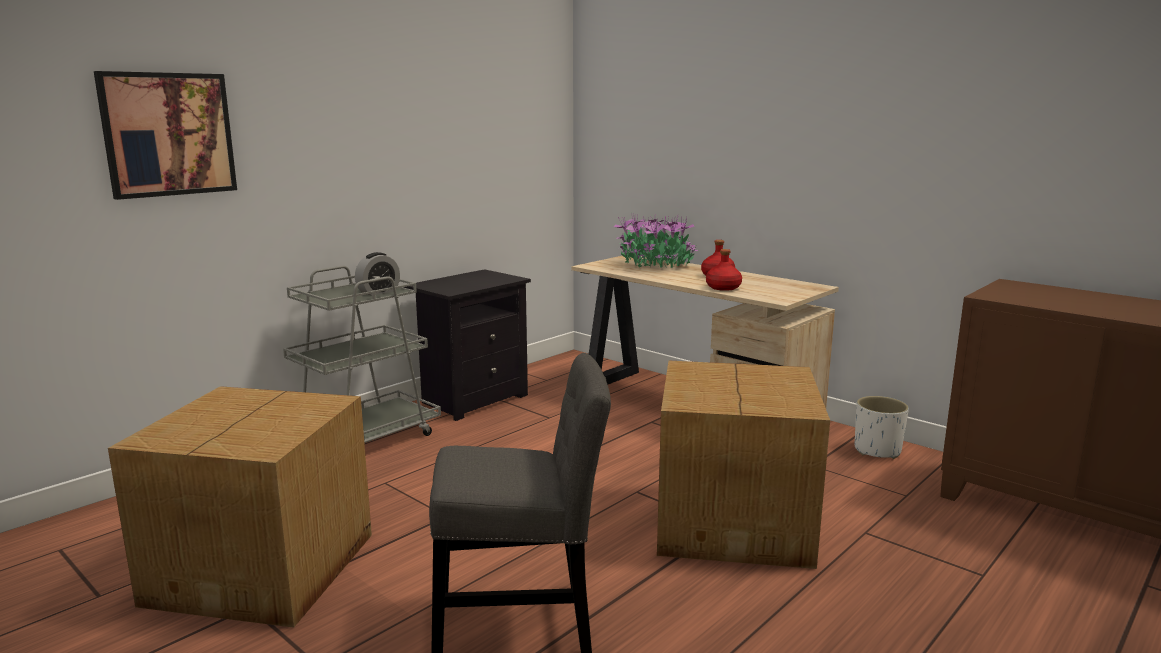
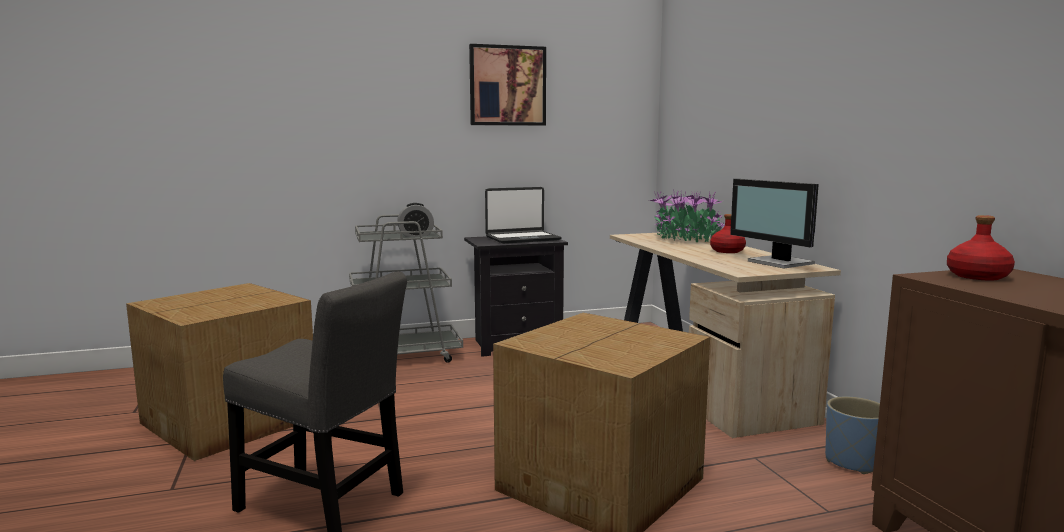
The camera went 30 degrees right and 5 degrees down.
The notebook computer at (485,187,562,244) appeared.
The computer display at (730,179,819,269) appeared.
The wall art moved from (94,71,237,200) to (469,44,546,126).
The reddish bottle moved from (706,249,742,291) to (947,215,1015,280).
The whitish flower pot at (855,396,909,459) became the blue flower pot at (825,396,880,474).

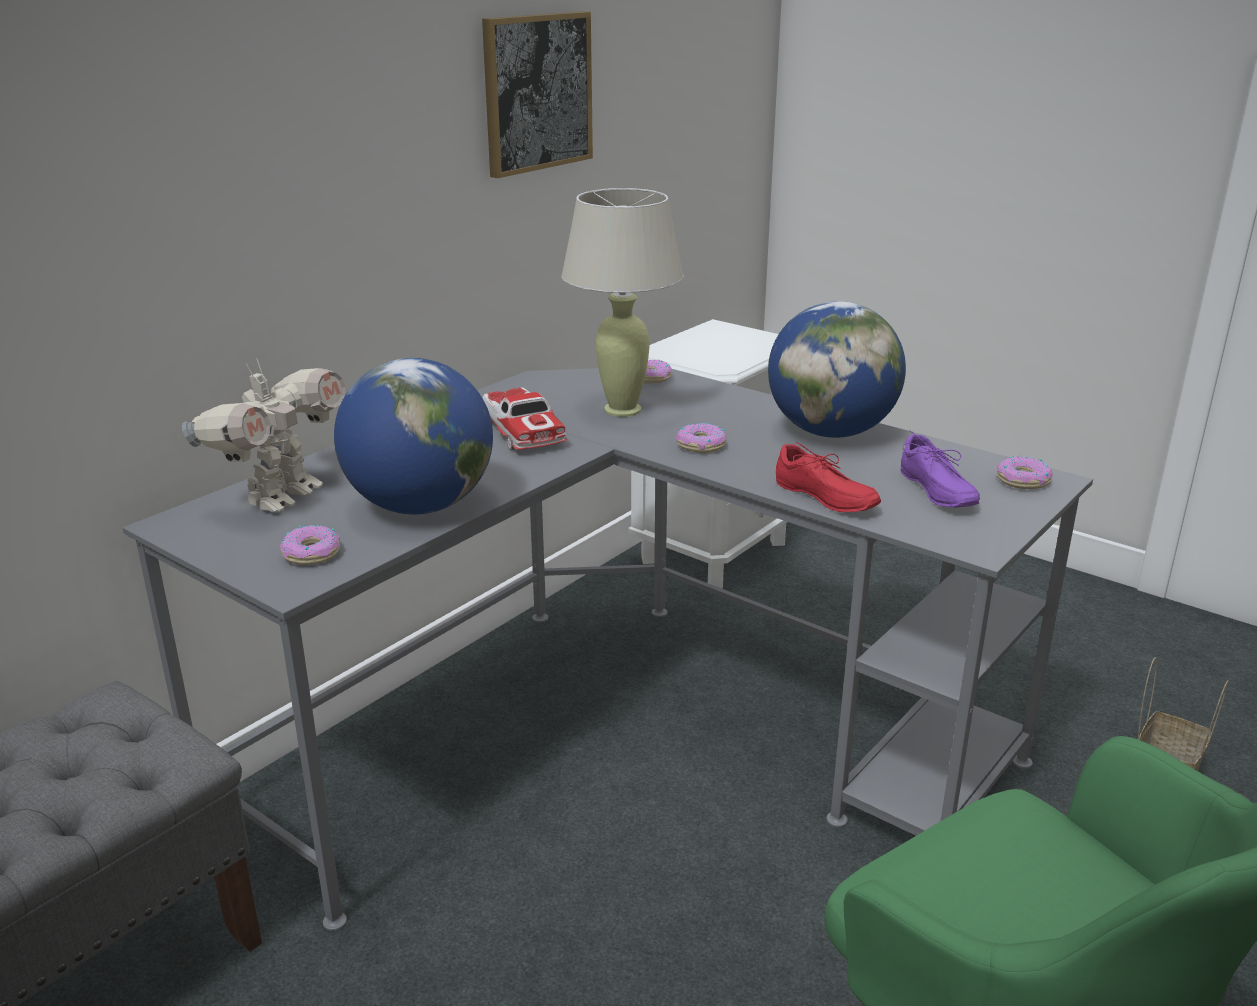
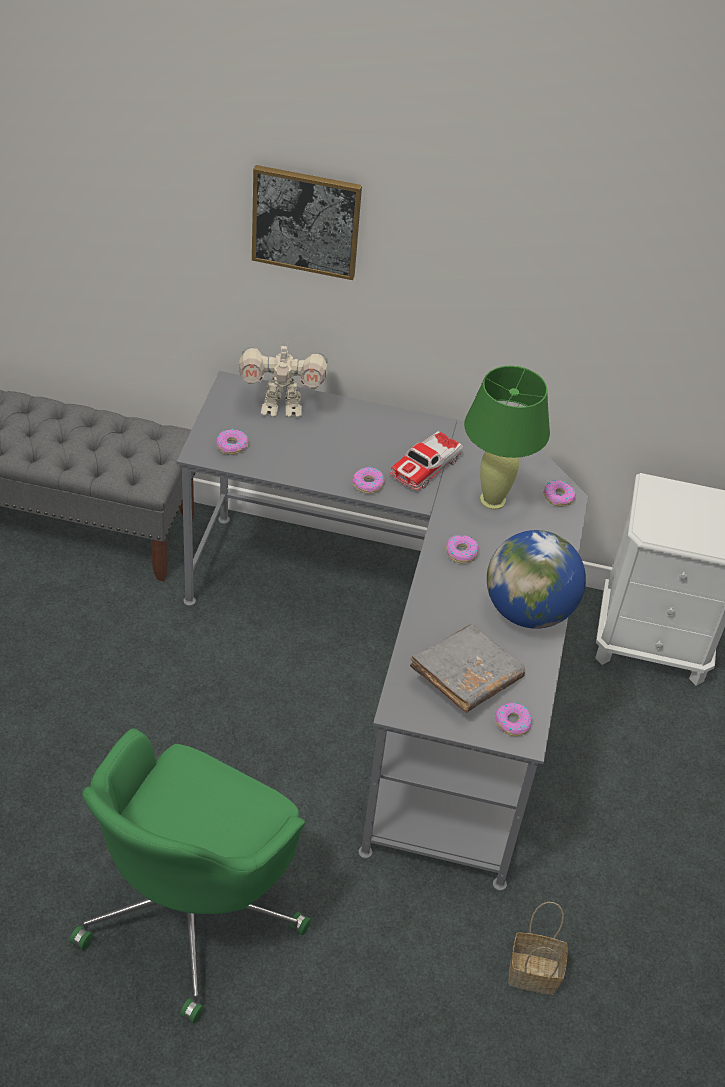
The camera went 60 degrees right and 20 degrees up.
The globe at (334,358,493,514) disappeared.
The reddish item of footwear at (776,442,881,512) disappeared.
The ring doughnut at (352,466,385,494) appeared.
The wall art moved from (482,11,593,178) to (252,165,362,280).
The purple item of footwear at (901,430,980,507) was replaced by the greyish book at (410,624,525,712).
The beige-coloured tabletop lamp at (562,188,684,417) became the green-coloured tabletop lamp at (464,366,550,510).

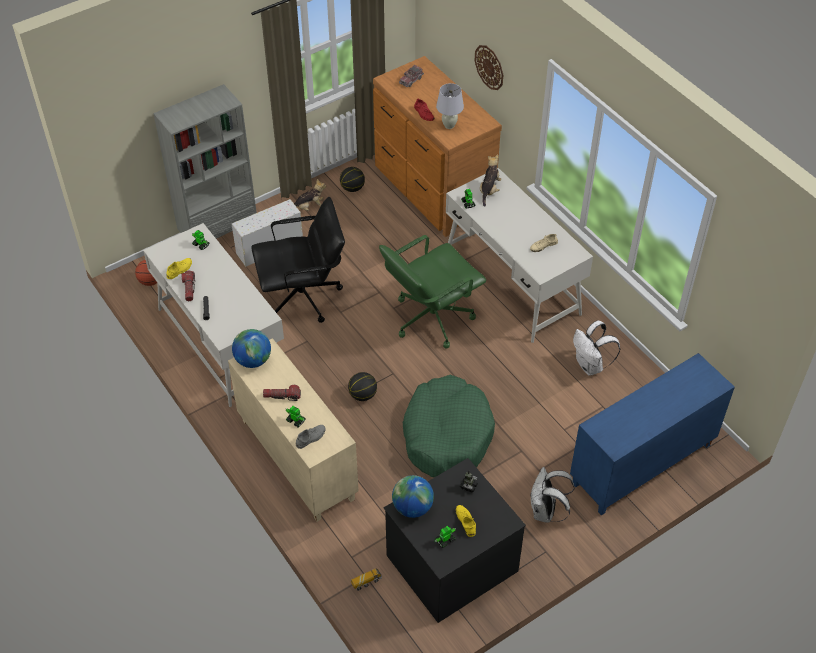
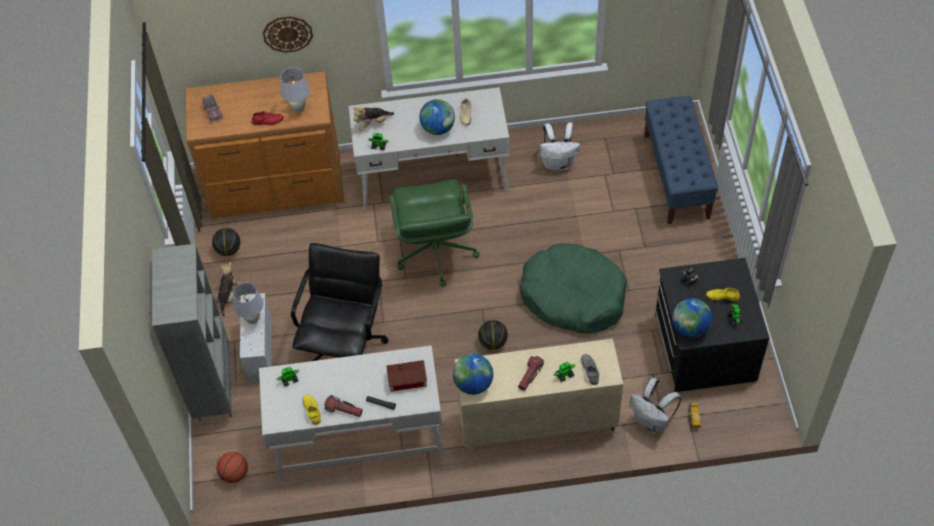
The camera went 60 degrees left and 5 degrees up.
The whitish tabletop lamp at (233,283,264,324) appeared.
The miniature house at (386,360,427,392) appeared.
The globe at (419,99,455,135) appeared.
The whitish backpack moved from (530,467,574,523) to (629,378,681,434).
The blue storage cabinet at (570,353,735,515) was replaced by the blue long seat at (644,96,718,224).
The plush toy at (480,154,502,207) turned 75 degrees counterclockwise.

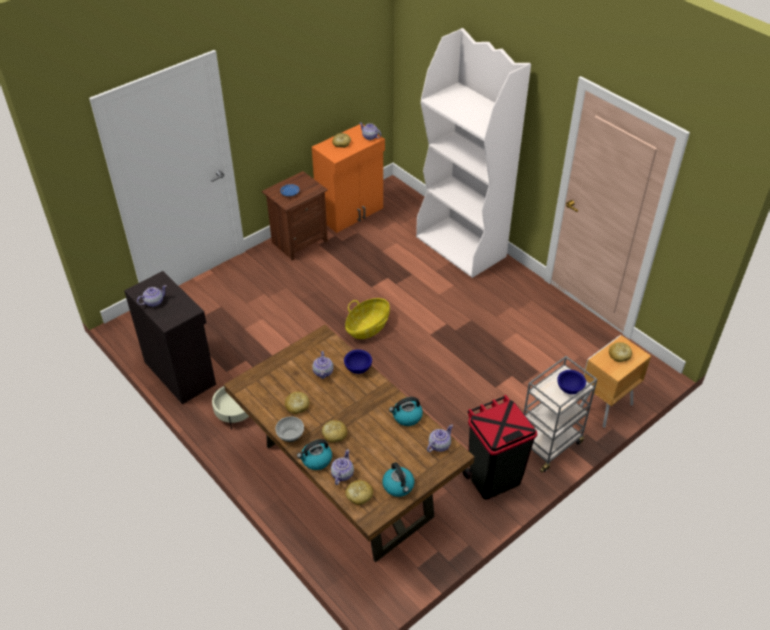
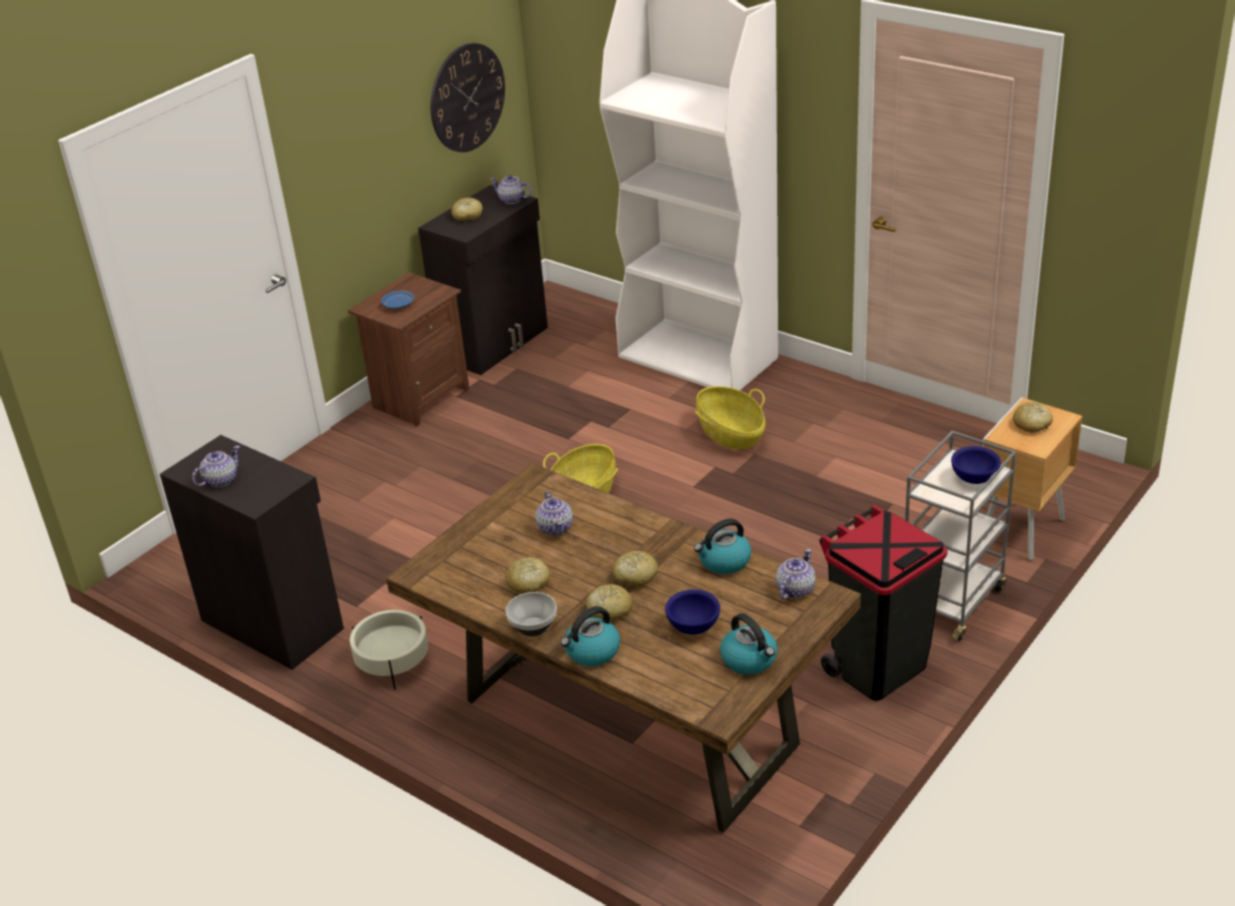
The camera went 10 degrees left and 10 degrees down.
The teapot at (331,449,354,485) disappeared.
The clock on the wall at (431,43,505,152) appeared.
The basket at (695,386,766,449) appeared.
The blue serving bowl moved from (344,349,372,374) to (665,589,720,634).
The bread moved from (345,480,373,505) to (613,551,658,587).
The orange-coloured storage cabinet at (312,124,385,233) became the blackish storage cabinet at (418,185,548,375).

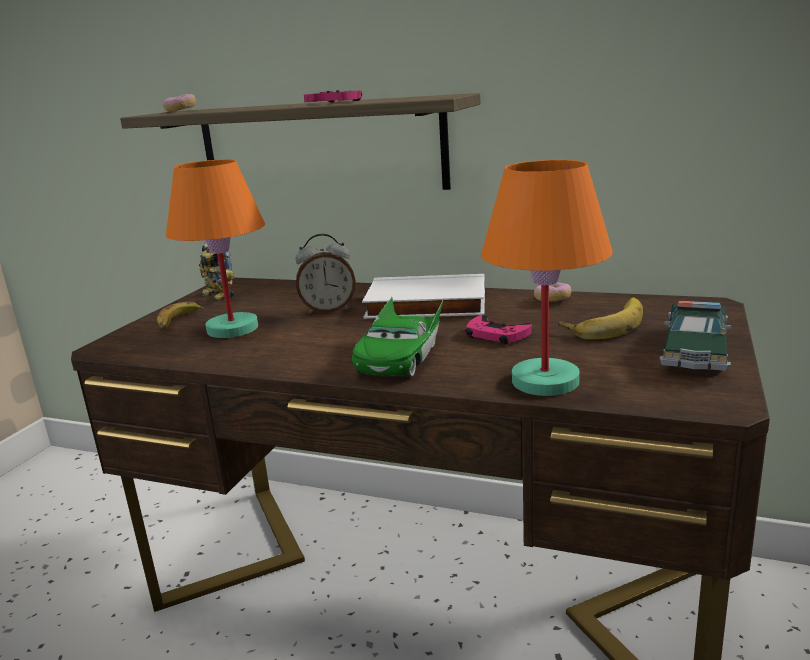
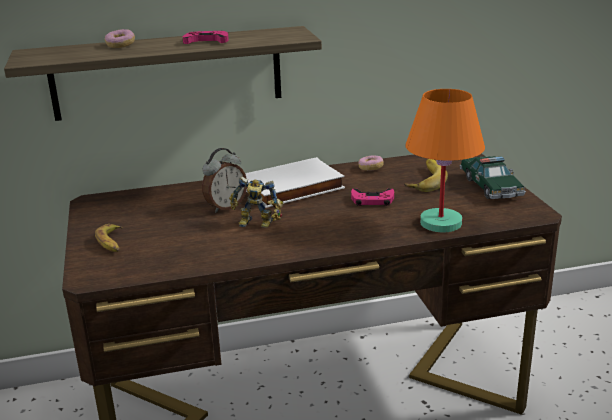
The camera went 35 degrees left and 5 degrees up.
The orange-coloured tabletop lamp at (166,160,265,338) disappeared.
The green-coloured toy car at (352,297,444,377) disappeared.
The ring doughnut moved from (163,94,196,112) to (105,29,135,48).
The toy robot moved from (199,242,235,300) to (229,177,283,228).

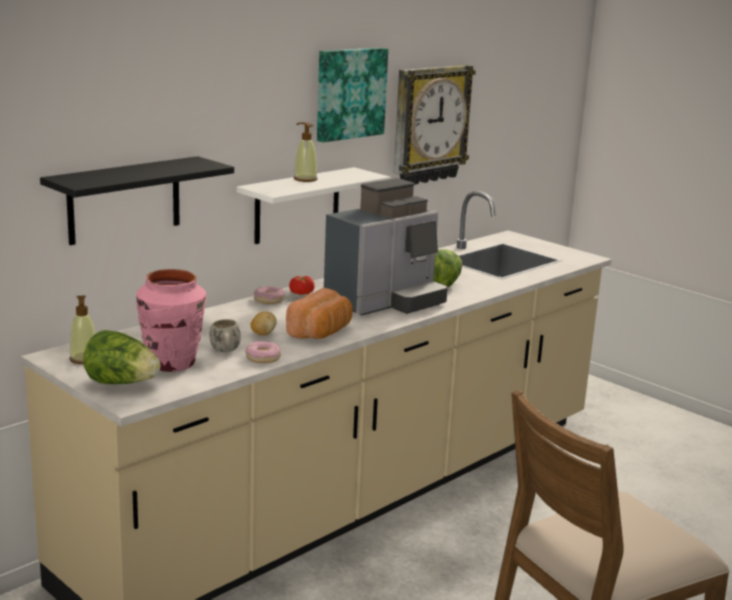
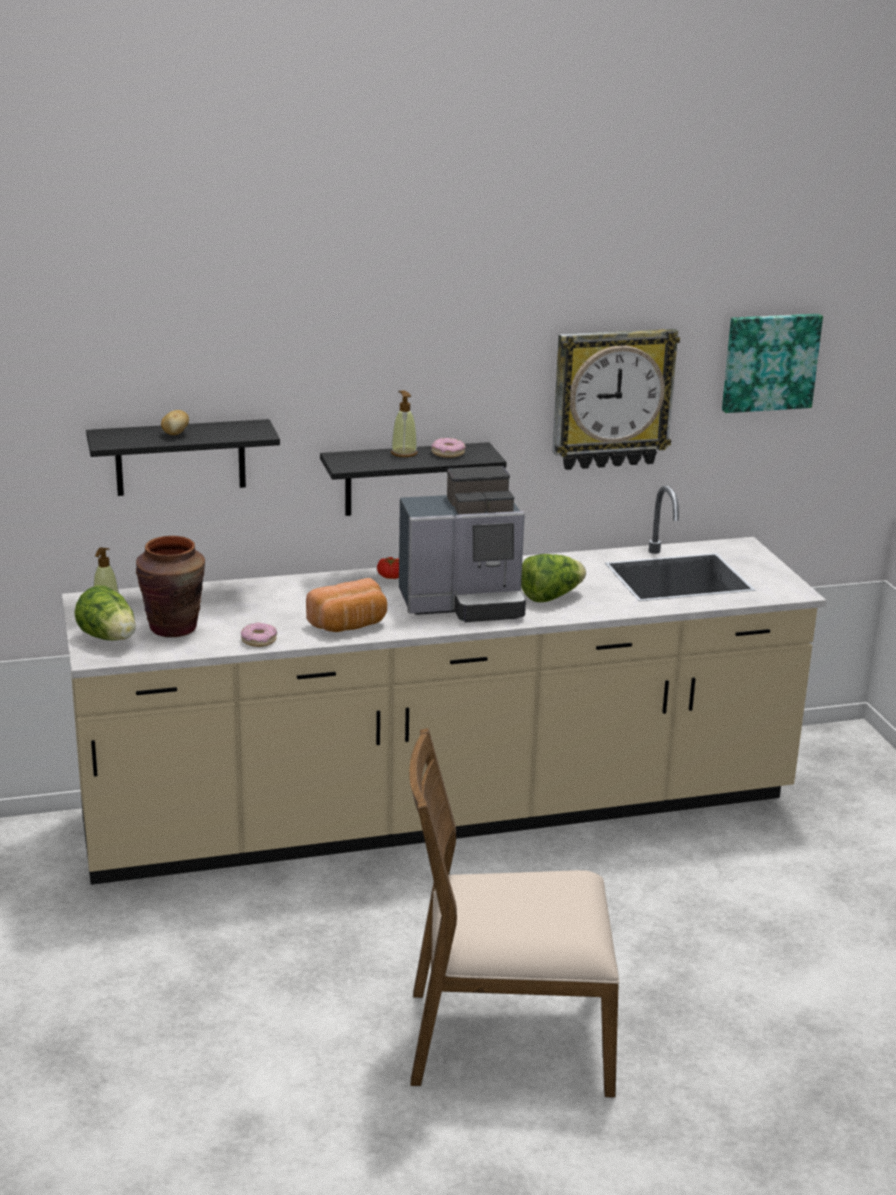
The camera went 30 degrees right and 5 degrees up.
The whitish tea mug at (210,319,241,352) disappeared.
The whole potato moved from (250,311,277,336) to (161,410,189,435).
The ring doughnut moved from (254,286,285,304) to (431,438,466,458).
The wall art moved from (317,48,388,142) to (722,314,823,413).
The pink decorative vase at (136,269,206,372) became the brown decorative vase at (136,536,205,637).
The whitish shelf at (237,167,391,244) became the blackish shelf at (320,442,507,516).

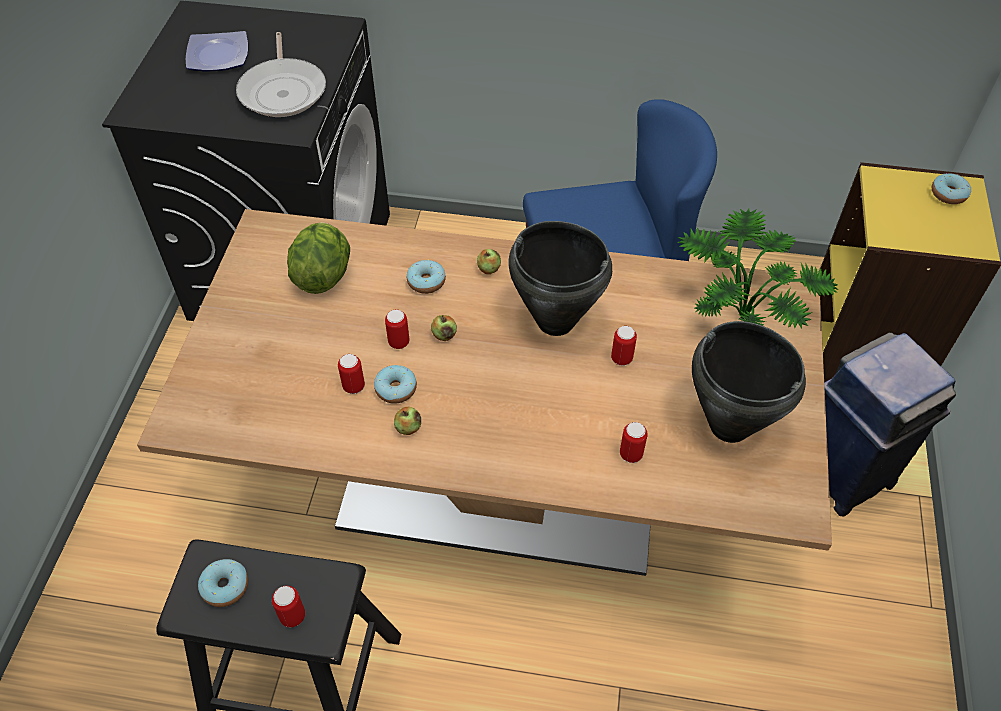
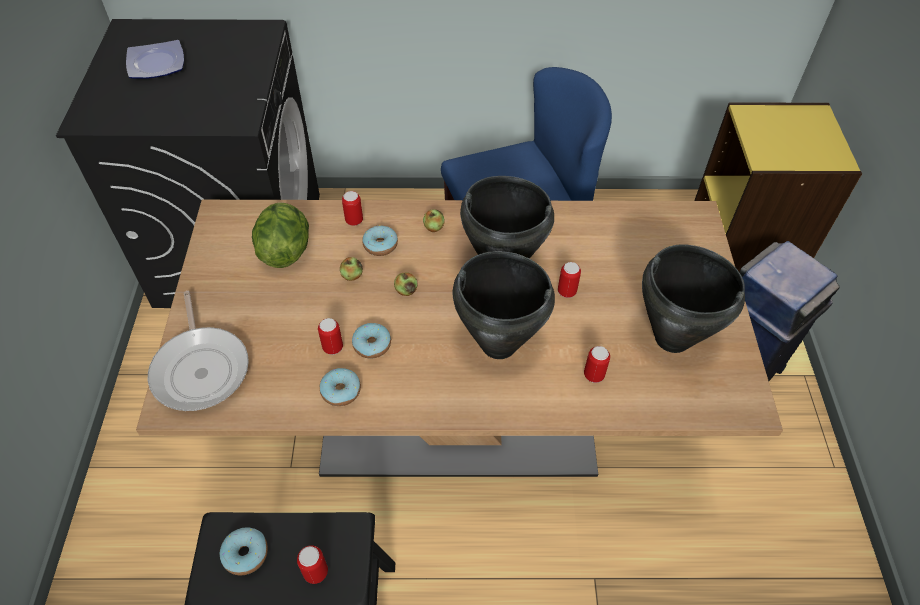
The camera went 10 degrees left and 0 degrees up.
The houseplant at (677,209,838,328) disappeared.
The blackish saucepot at (453,251,555,359) appeared.
The pan moved from (236,32,326,117) to (148,291,249,411).
The can moved from (385,309,410,349) to (342,191,363,226).
The apple moved from (394,406,421,435) to (340,257,363,281).
The ring doughnut moved from (932,173,971,204) to (320,368,361,406).

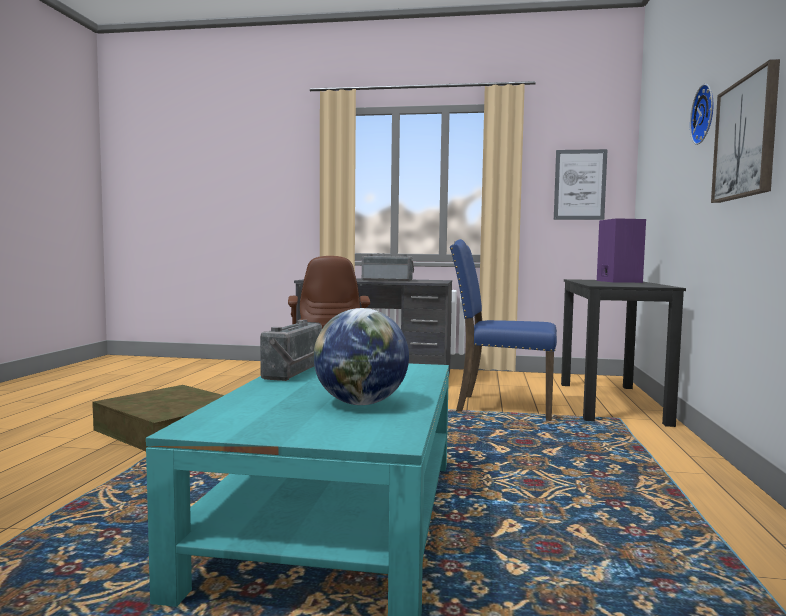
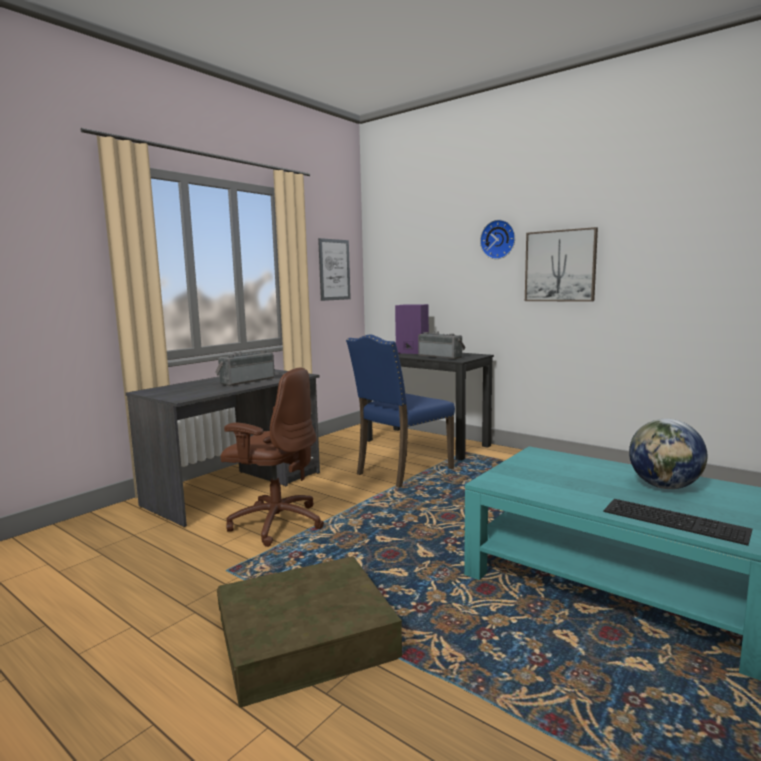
The camera went 60 degrees left and 5 degrees up.
The keyboard at (604,499,752,546) appeared.
The radio receiver moved from (260,320,322,381) to (418,331,466,359).

